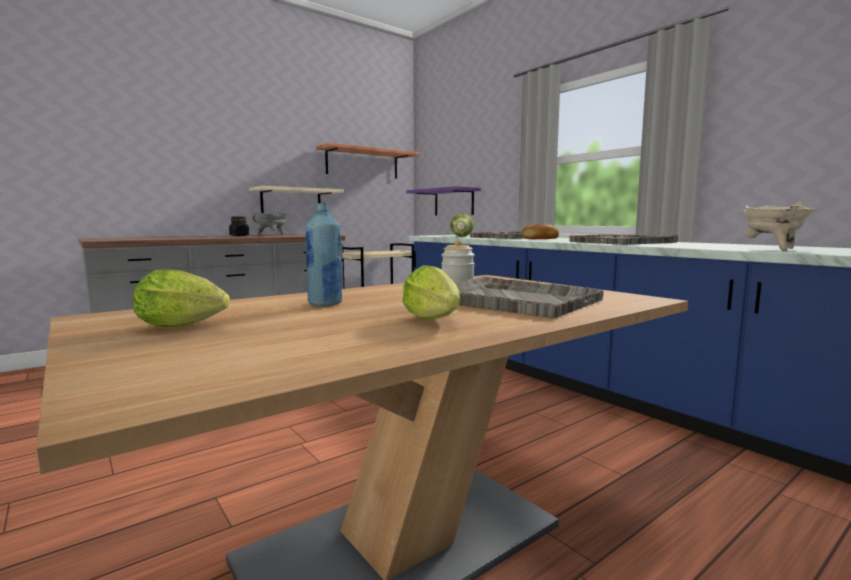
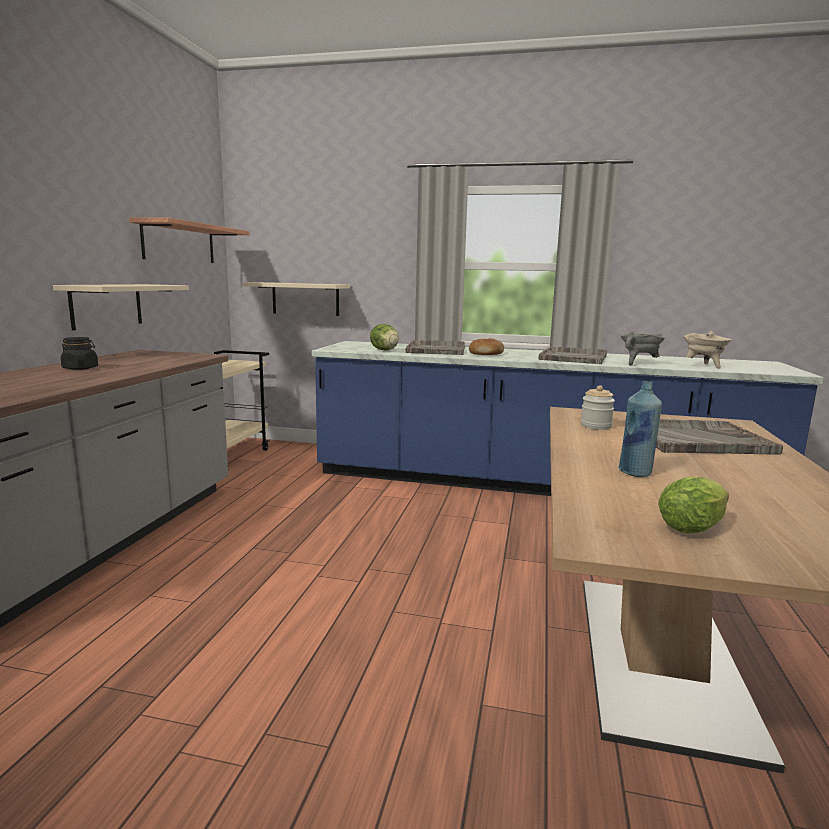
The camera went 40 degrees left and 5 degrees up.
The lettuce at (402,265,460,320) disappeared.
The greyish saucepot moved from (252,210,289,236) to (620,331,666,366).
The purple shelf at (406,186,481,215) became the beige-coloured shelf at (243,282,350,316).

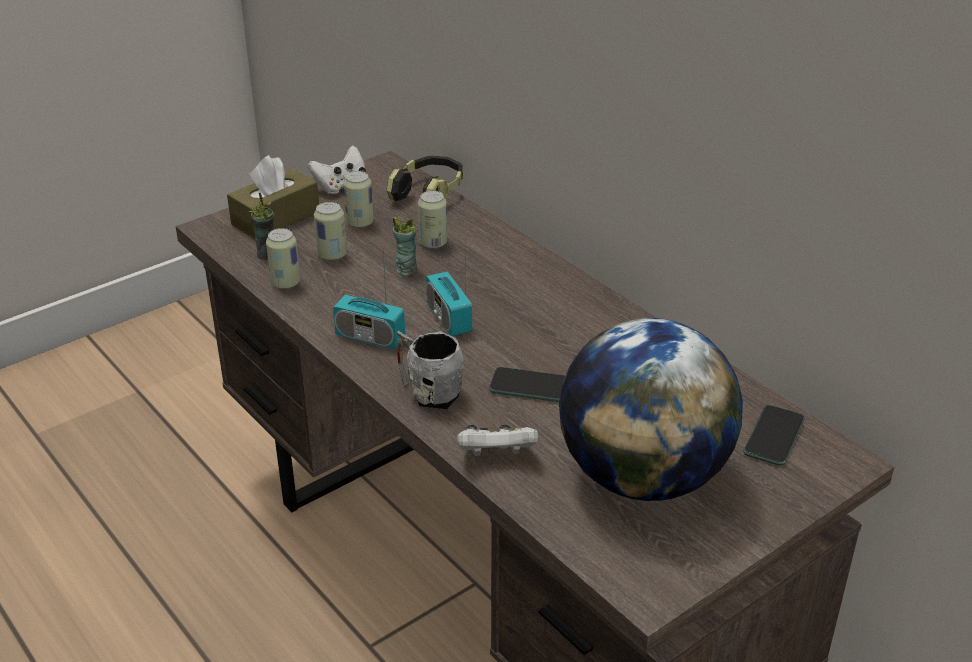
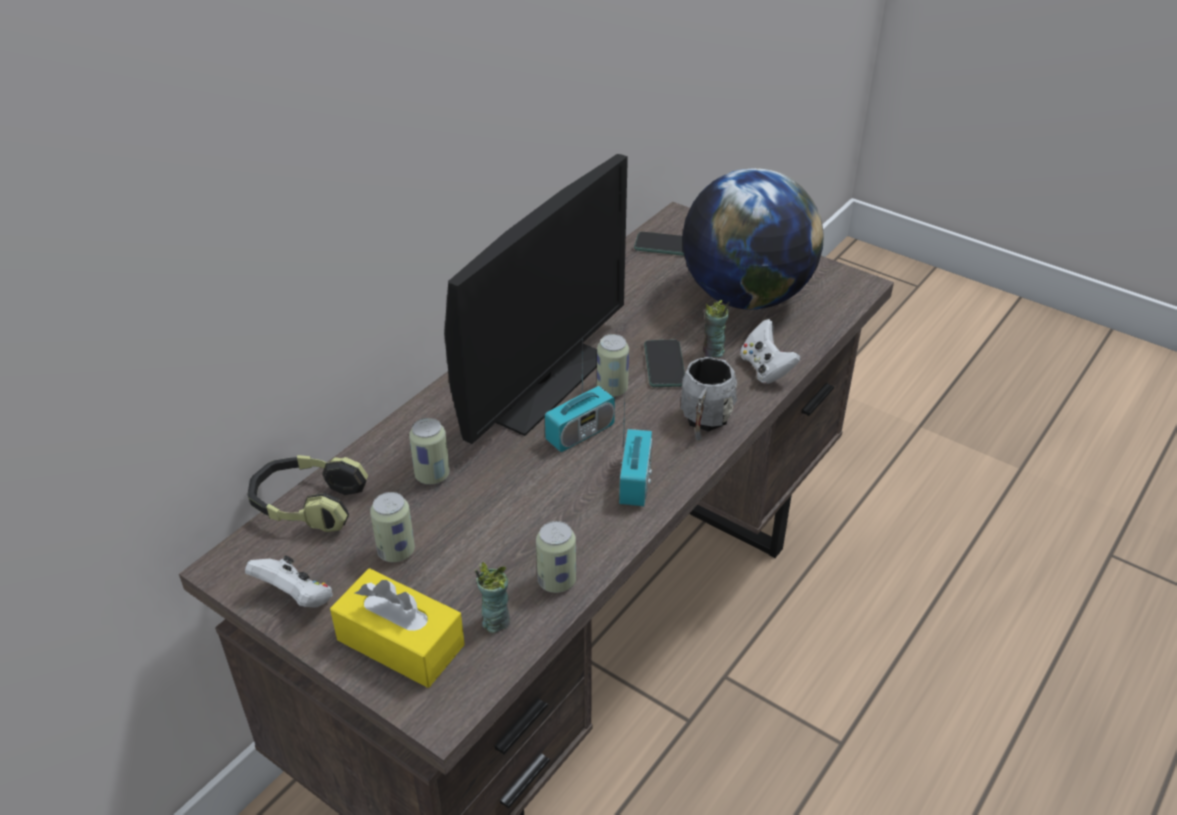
The camera went 105 degrees left and 5 degrees up.
The computer display at (444,154,628,444) appeared.
The can moved from (314,202,347,261) to (597,334,629,397).
The drinking cup moved from (393,216,417,276) to (703,300,730,358).
The brown tissue box at (227,155,319,239) became the yellowish tissue box at (330,568,465,688).

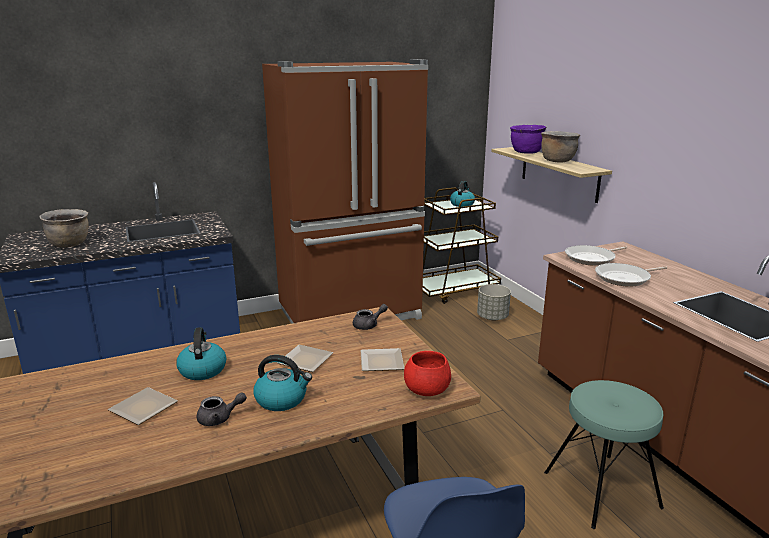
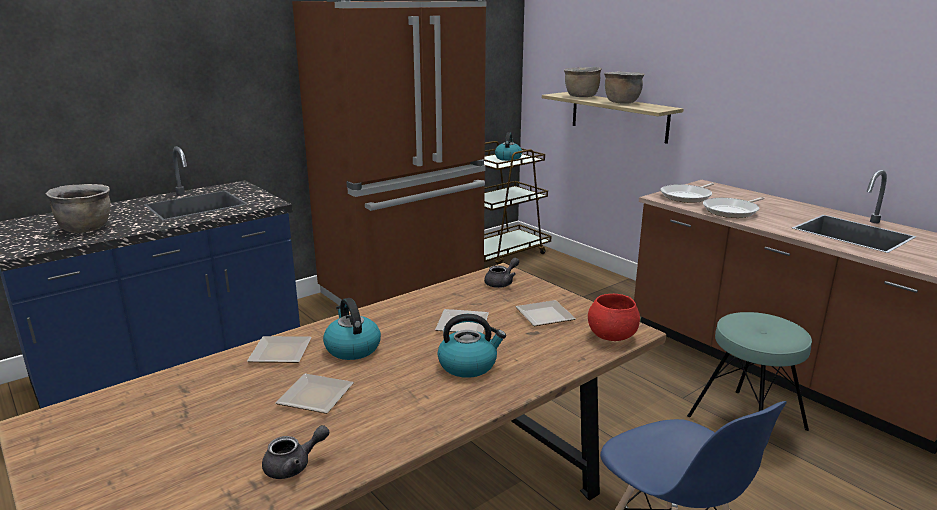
The camera went 15 degrees left and 0 degrees up.
The greyish flower pot at (477,284,511,320) disappeared.
The plate at (247,336,311,363) appeared.
The greyish teapot moved from (197,392,247,426) to (262,425,329,479).
The purple saucepot at (510,125,546,154) became the brown saucepot at (564,67,602,97).

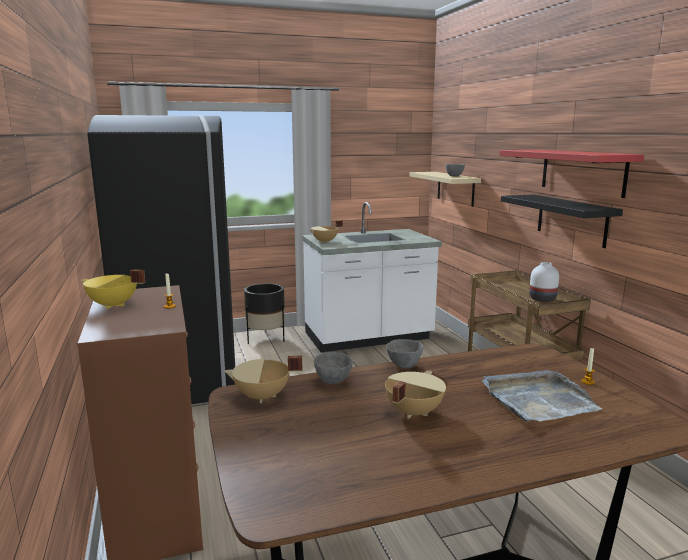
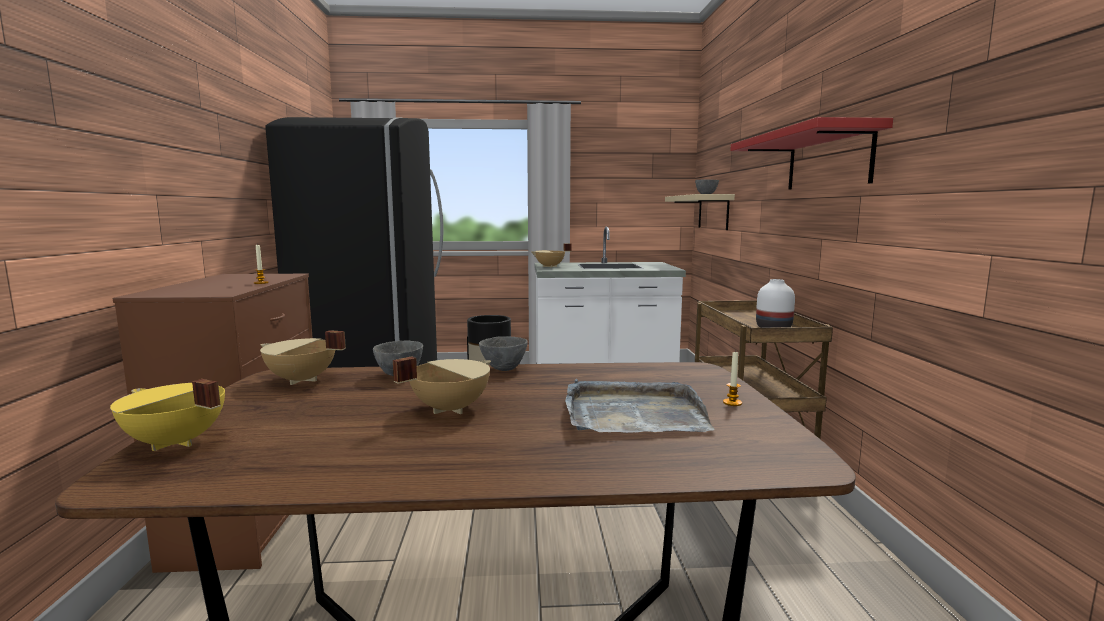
The camera went 15 degrees right and 5 degrees down.
The blackish shelf at (501,194,623,248) disappeared.
The yellowish saucepot moved from (81,269,145,309) to (110,379,225,451).

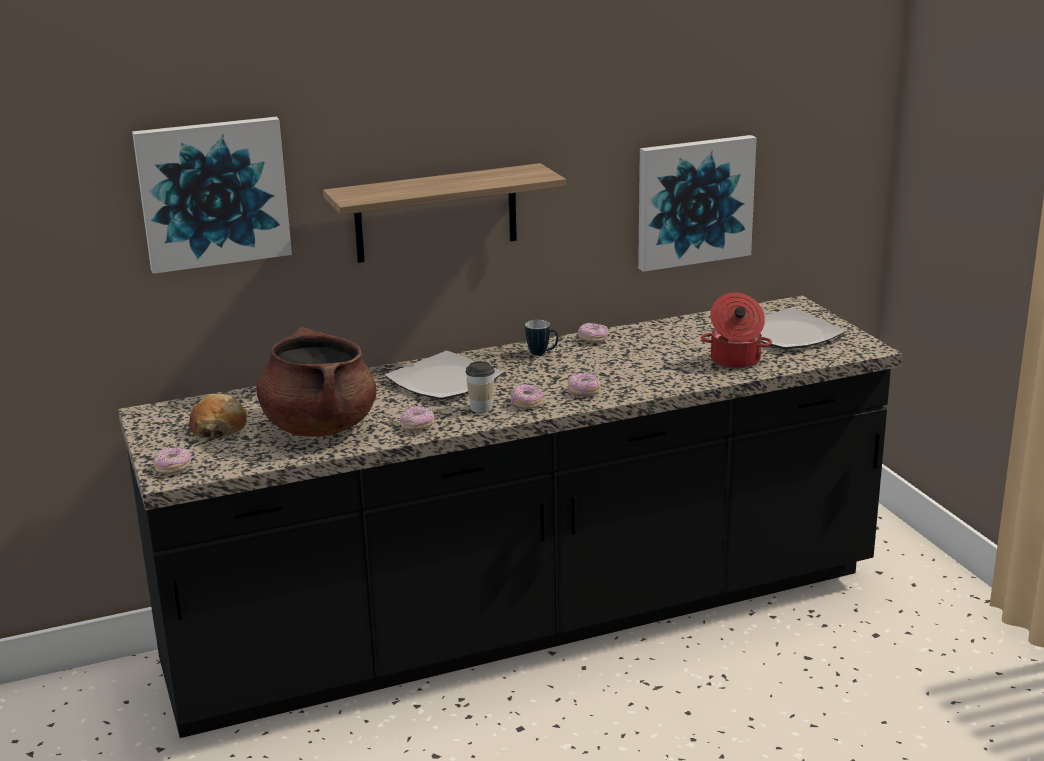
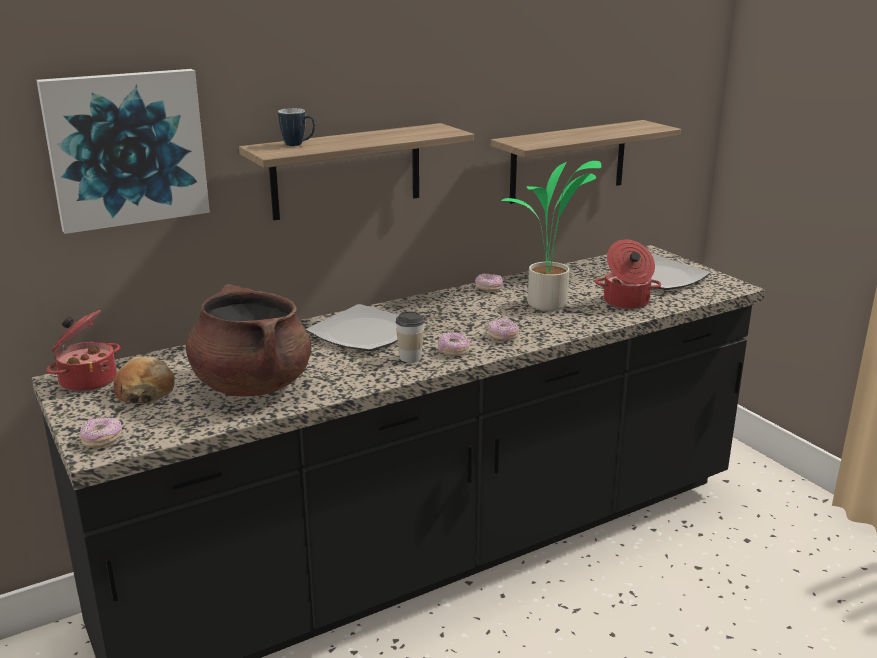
The camera went 10 degrees left and 0 degrees up.
The ring doughnut at (400,406,434,431) disappeared.
The saucepot at (46,310,121,392) appeared.
The houseplant at (501,161,602,311) appeared.
The tea mug moved from (525,320,559,355) to (278,108,315,146).
The wall art at (638,135,757,272) was replaced by the shelf at (490,120,681,204).

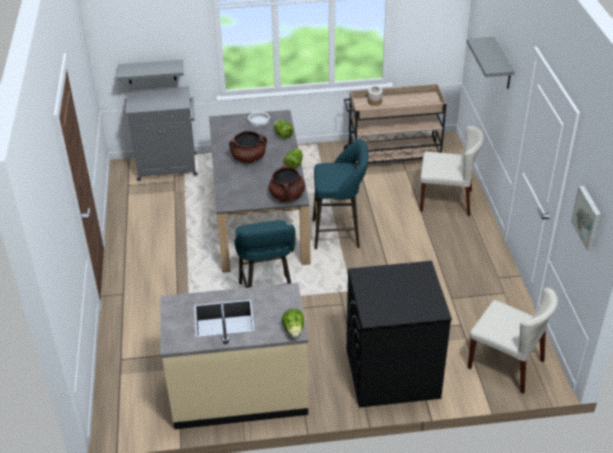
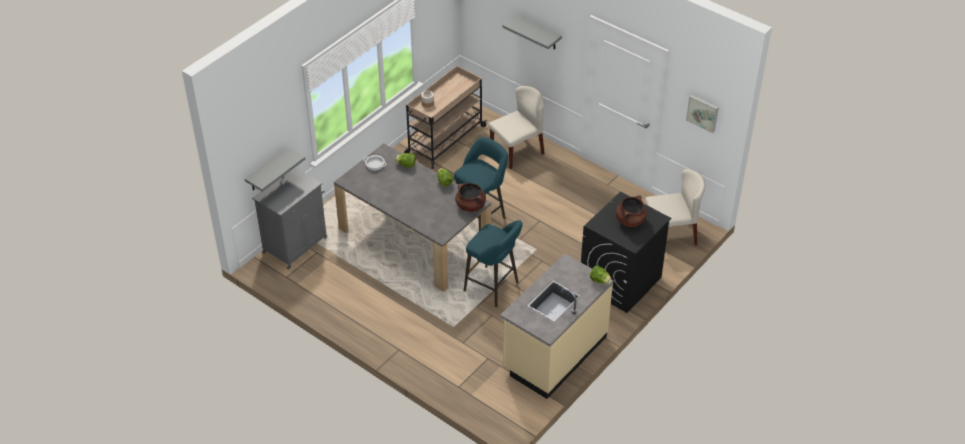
The camera went 45 degrees left and 5 degrees up.
The brown saucepot moved from (229,131,267,163) to (616,196,647,227).

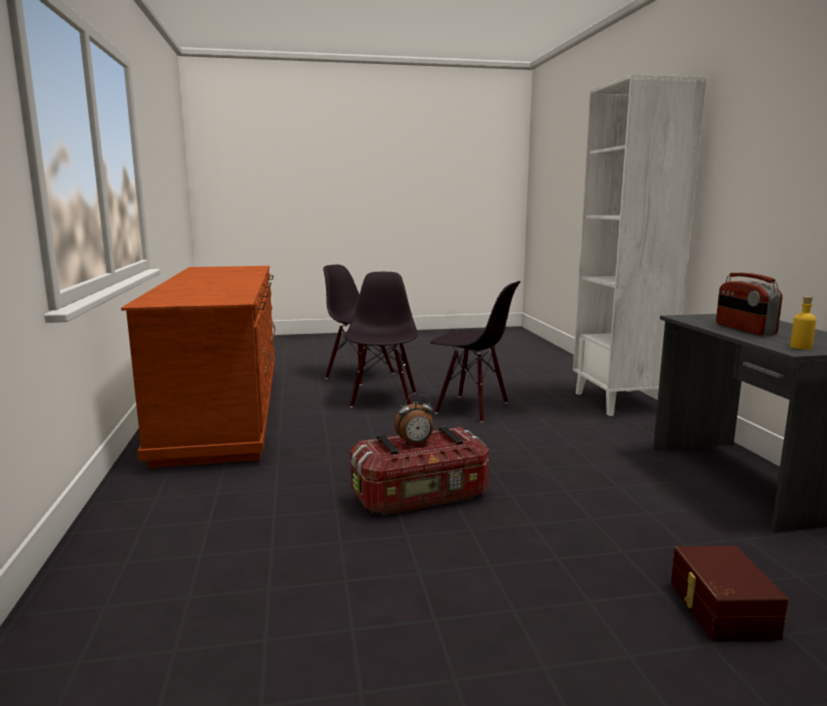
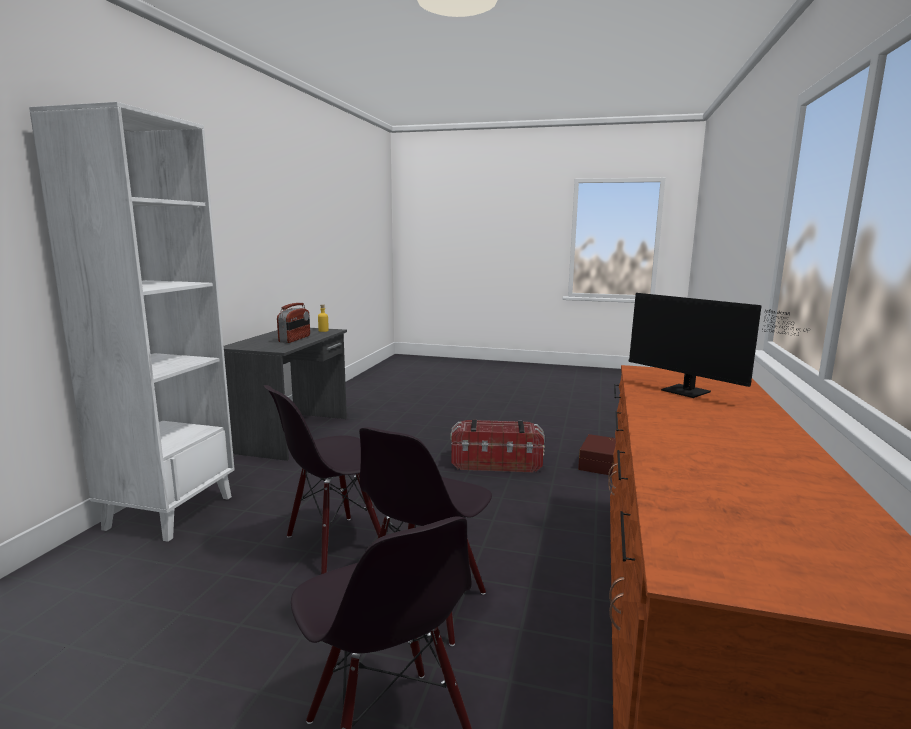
The camera went 155 degrees left and 0 degrees up.
The alarm clock at (394,394,434,445) disappeared.
The computer display at (629,293,808,398) appeared.
The brown storage bin moved from (671,546,788,641) to (578,434,616,475).
The blackish chair at (430,281,521,422) turned 90 degrees counterclockwise.

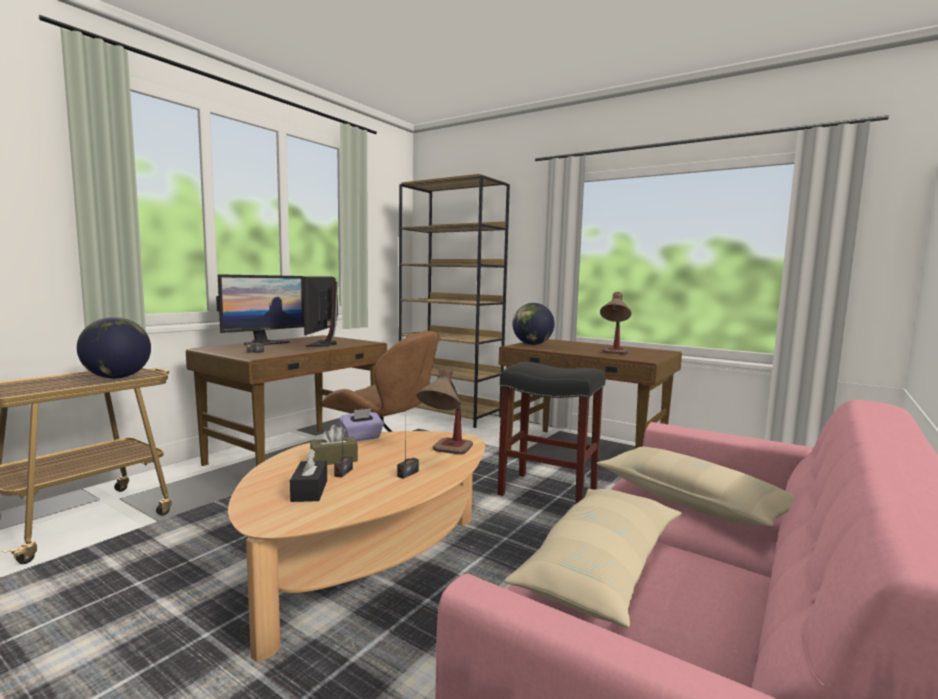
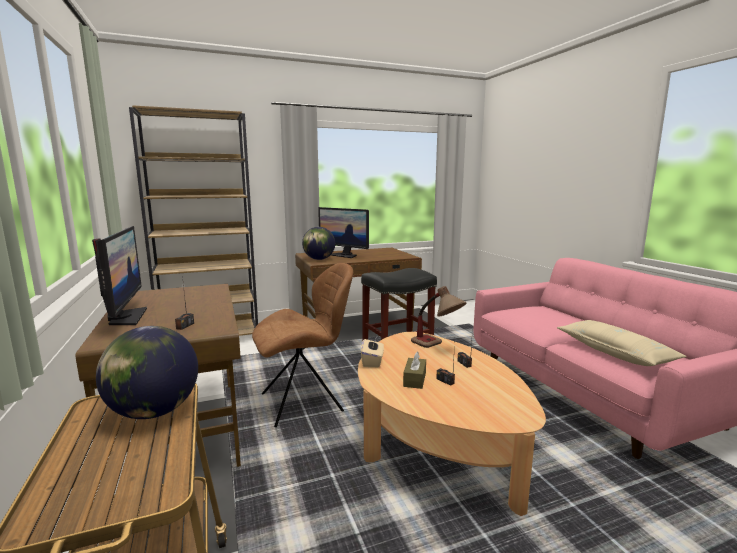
The camera went 55 degrees left and 5 degrees up.
The blackish tissue box at (290,449,327,502) disappeared.
The beige-coloured pillow at (596,447,794,526) disappeared.
The tabletop lamp at (600,292,631,354) disappeared.
The computer display moved from (303,276,338,347) to (318,207,369,258).
The purple tissue box at (339,408,384,441) became the beige-coloured tissue box at (361,336,384,367).

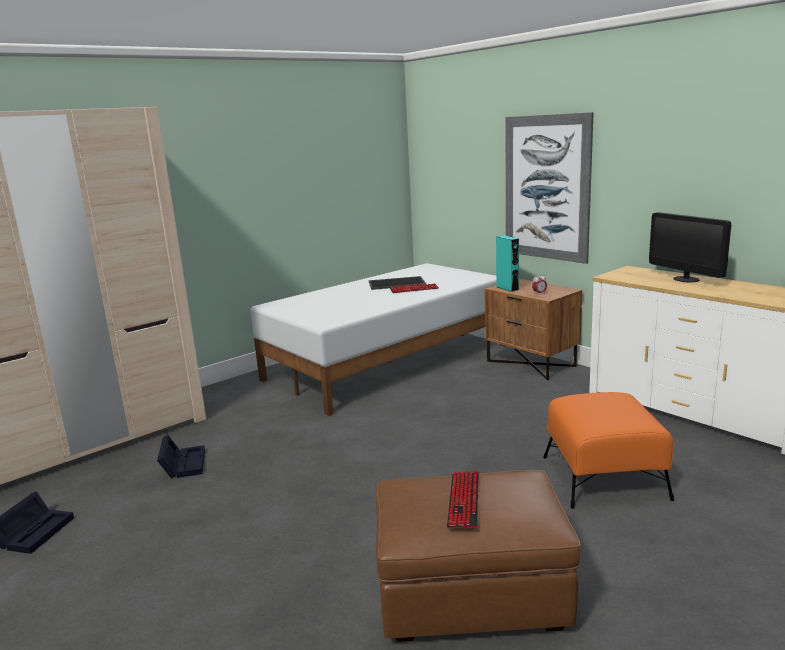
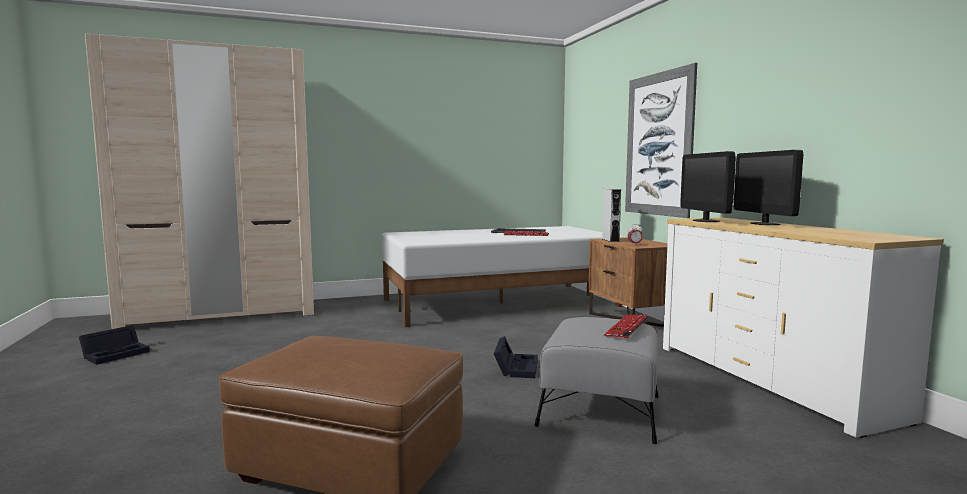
The camera went 20 degrees right and 10 degrees down.
The computer display at (680,151,736,222) appeared.
The blackish storage bin moved from (157,435,205,479) to (494,336,538,378).
The keyboard moved from (447,470,479,528) to (604,314,648,338).
The turquoise speaker at (496,236,519,292) became the greyish speaker at (602,189,621,242).
The orange-coloured footrest at (543,392,674,509) became the greyish footrest at (534,317,658,444).

